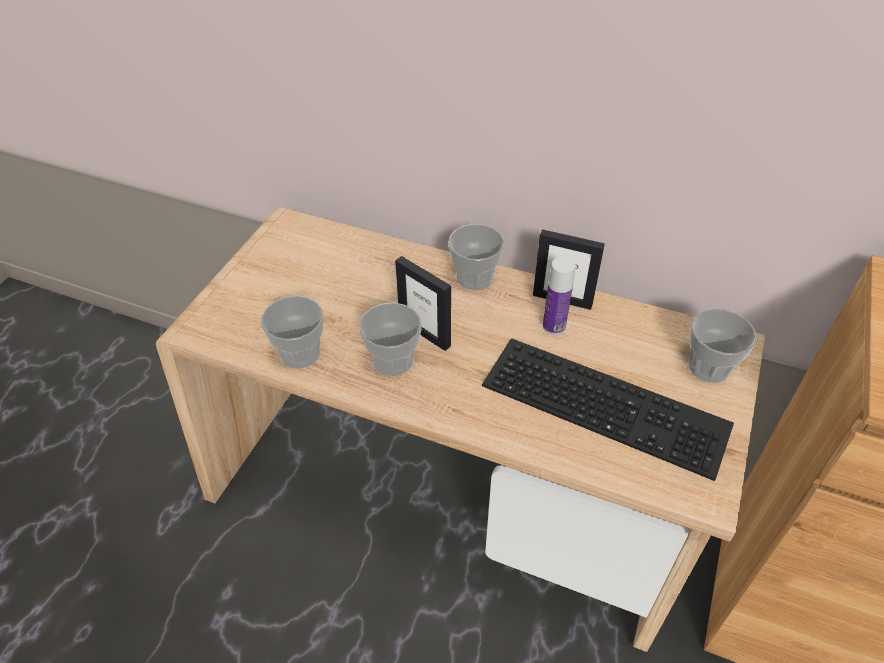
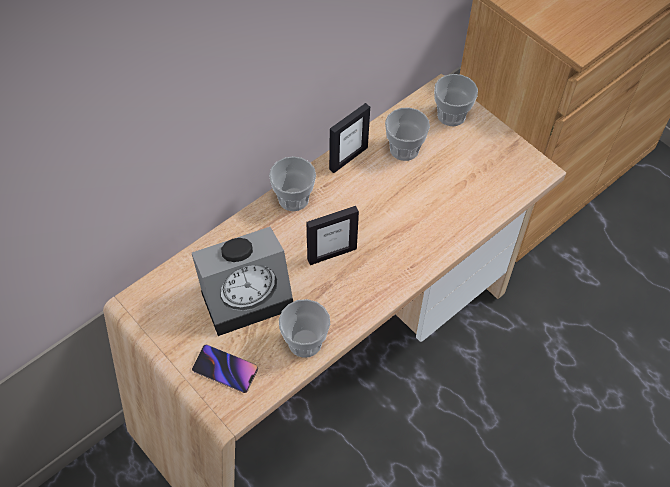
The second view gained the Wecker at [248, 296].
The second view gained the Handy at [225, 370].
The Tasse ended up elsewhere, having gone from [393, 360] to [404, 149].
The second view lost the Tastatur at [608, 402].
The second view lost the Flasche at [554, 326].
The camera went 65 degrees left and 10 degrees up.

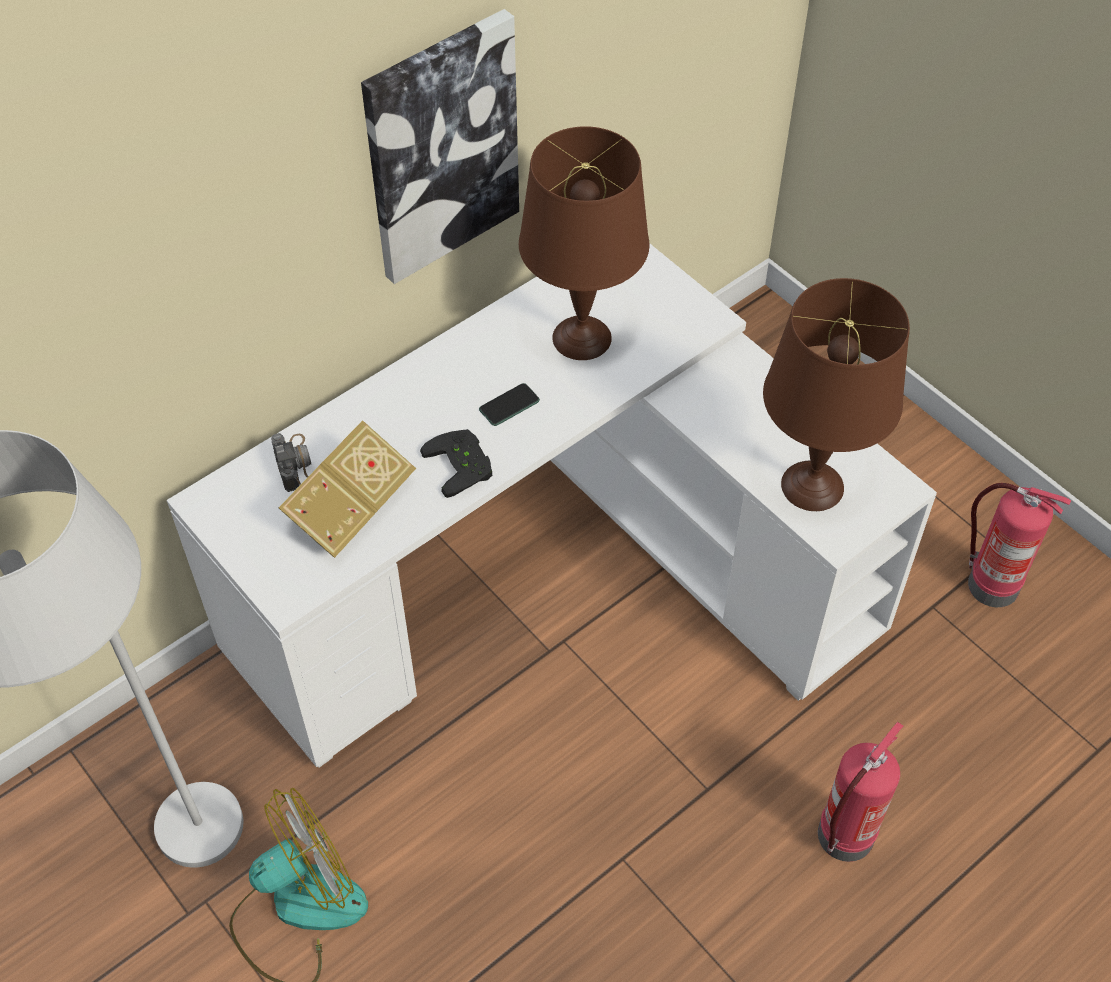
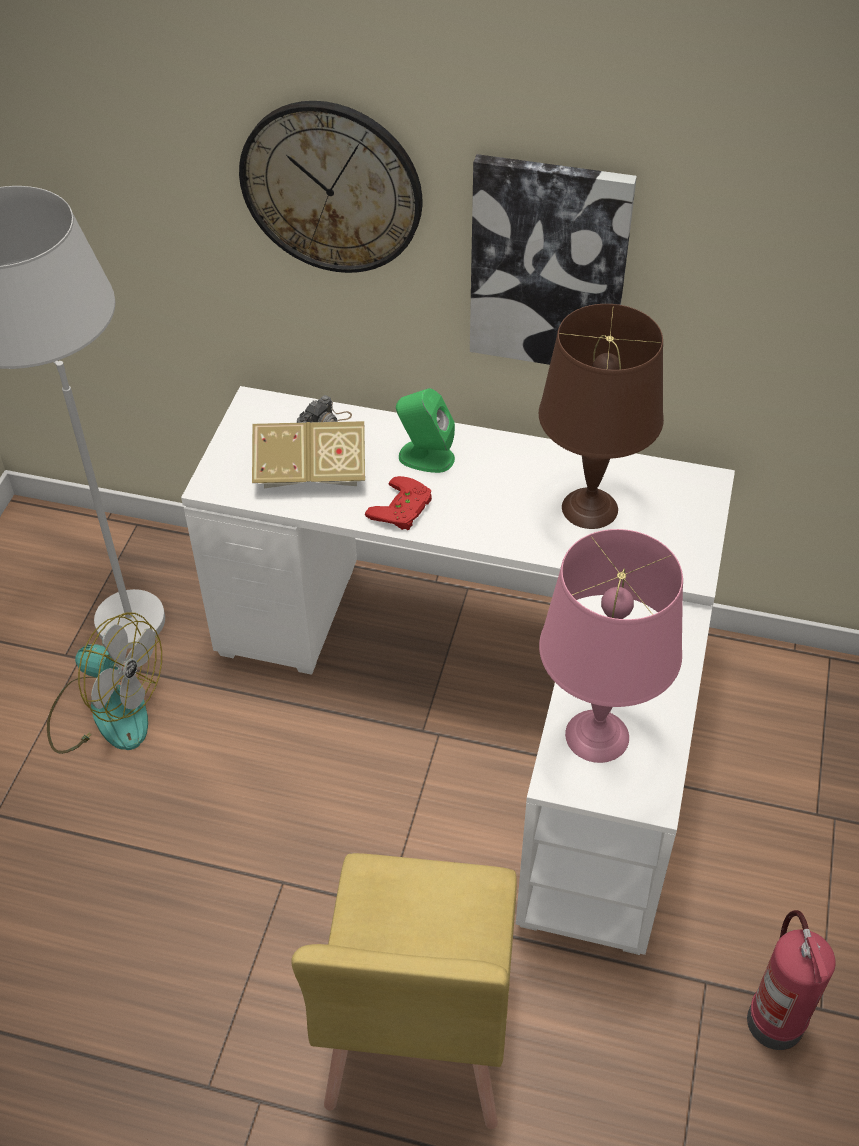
The second view gained the Wanduhr at [331, 187].
Where the Feuerlöscher stood at [844, 838], the Stuhl [gelb] came to stand at [418, 1034].
What was the Gamepad [schwarz] at [463, 465] turned into the Gamepad [rot] at [404, 509].
The second view gained the Lautsprecher [grün] at [425, 457].
What was the Tischlampe [braun] at [813, 486] turned into the Tischlampe [rosa] at [597, 736].
The second view lost the Handy at [509, 405].
The camera went 55 degrees right and 5 degrees down.

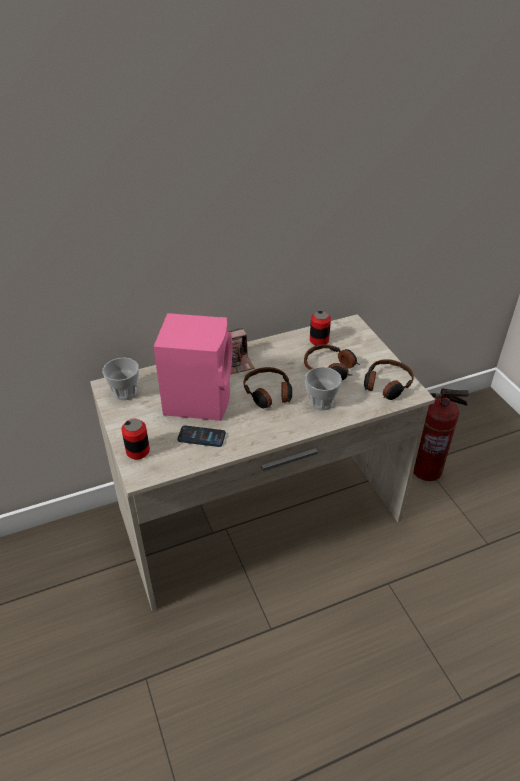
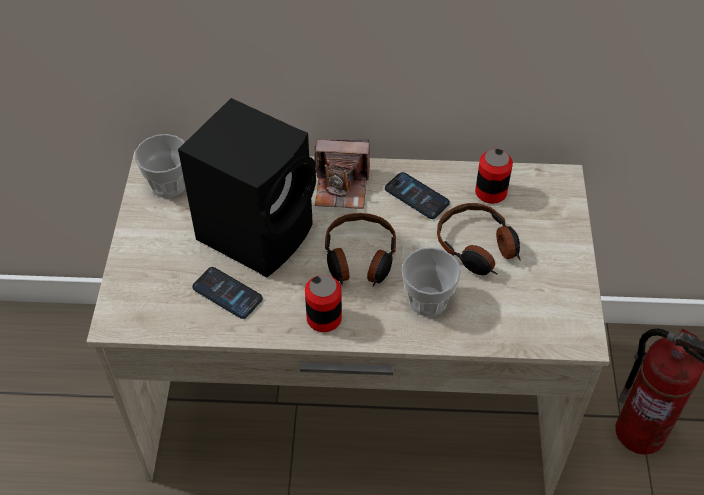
What was the Lautsprecher [rosa] at [199, 399] turned into the Lautsprecher [schwarz] at [258, 231].
The Dose ended up elsewhere, having gone from [138, 451] to [324, 318].
The second view gained the Handy at [416, 196].
The second view lost the Kopfhörer at [386, 385].
The camera went 25 degrees right and 10 degrees up.

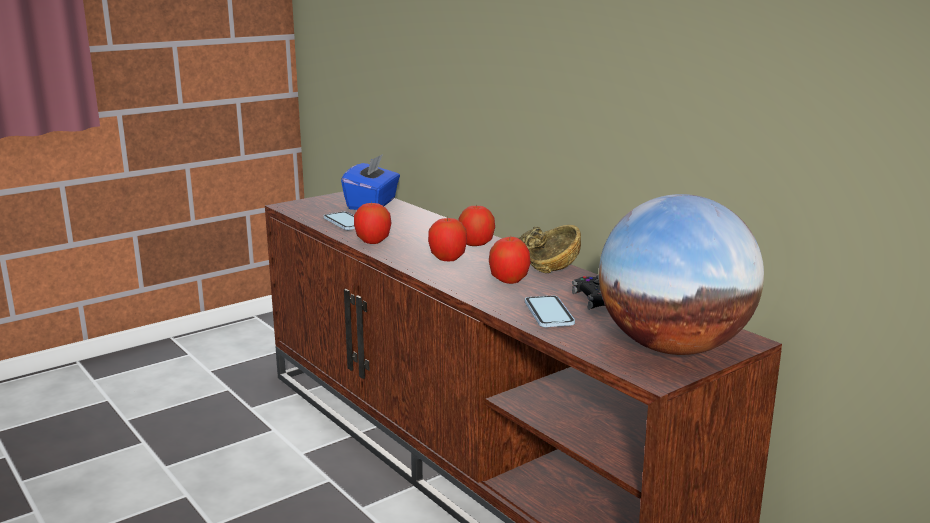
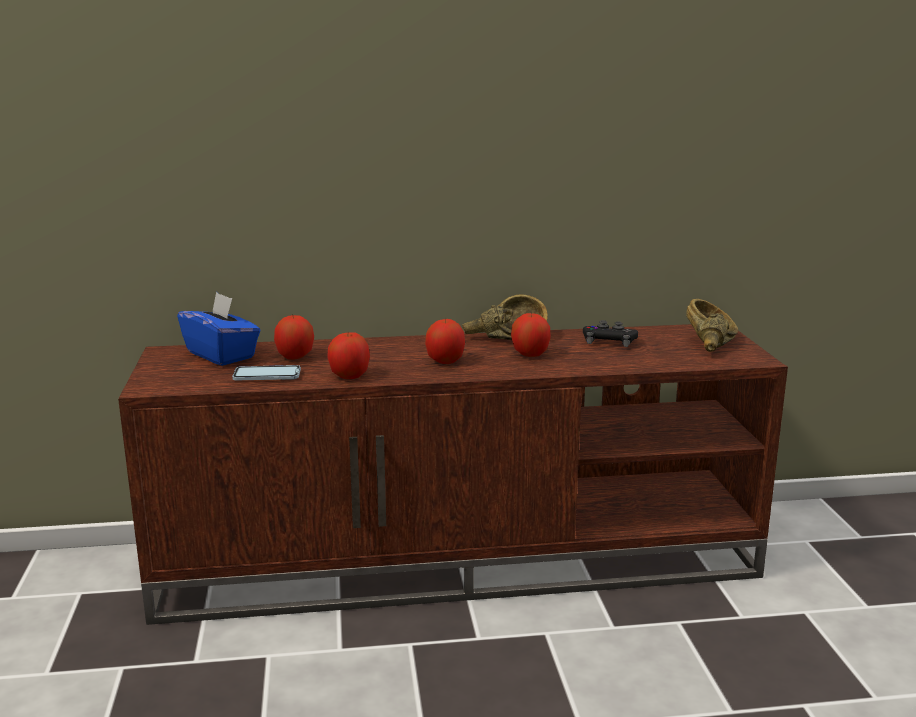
The Apfel ended up elsewhere, having gone from [476, 244] to [295, 356].
Where the Globus stood at [673, 347], the Schüssel [braun] came to stand at [712, 345].
The second view lost the Handy at [549, 314].
The camera went 60 degrees left and 0 degrees up.

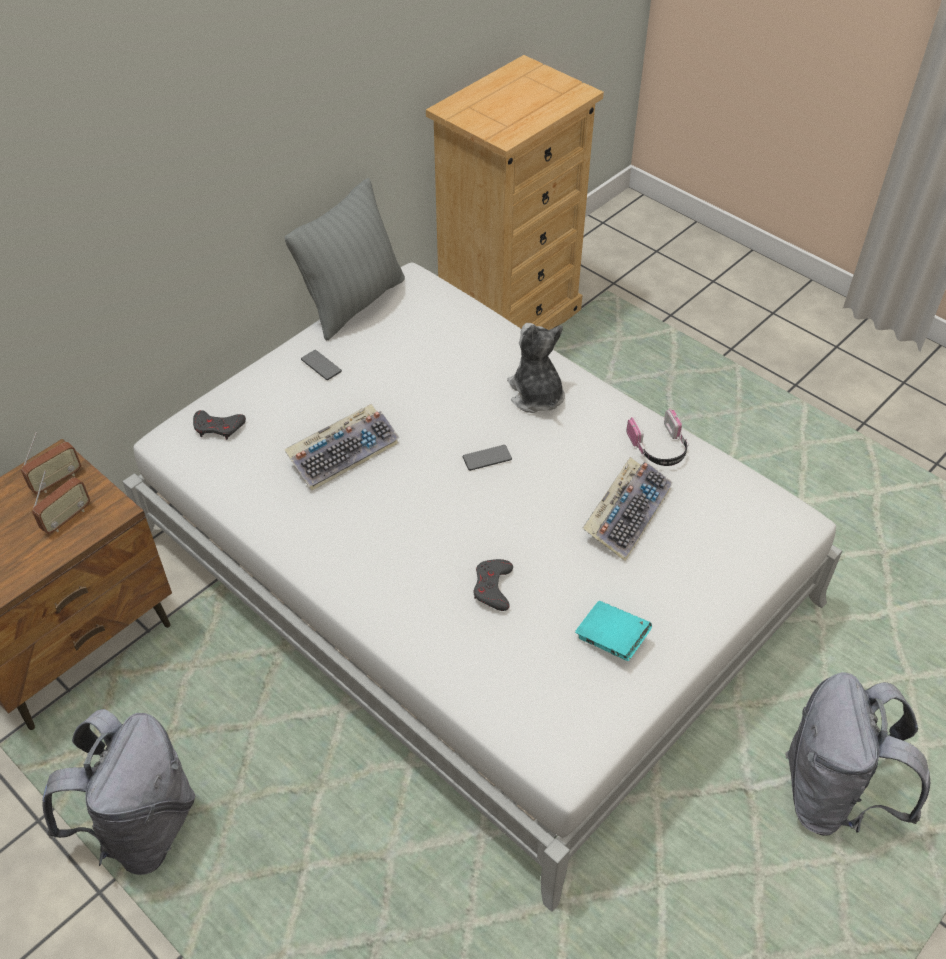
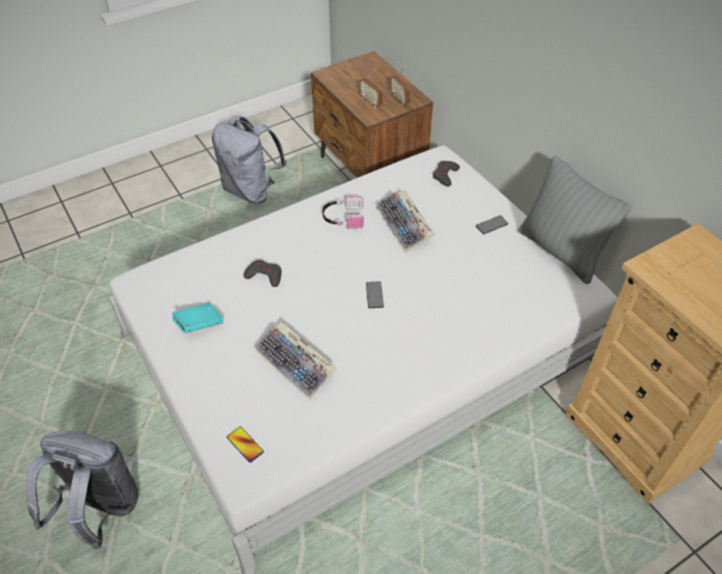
The second view gained the Handy at [245, 444].
The Kopfhörer ended up elsewhere, having gone from [659, 448] to [343, 218].
The second view lost the Plüschtier at [536, 395].
The camera went 105 degrees right and 0 degrees up.

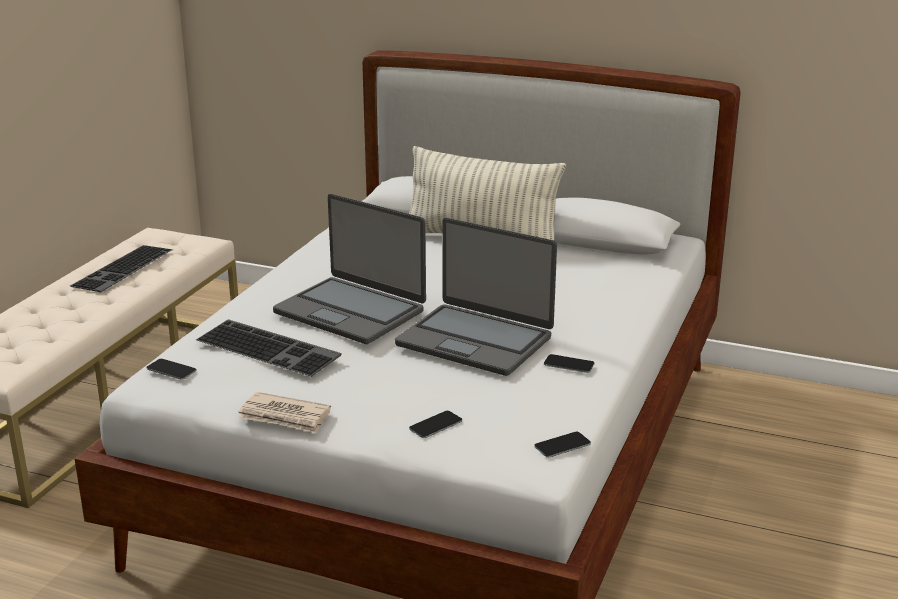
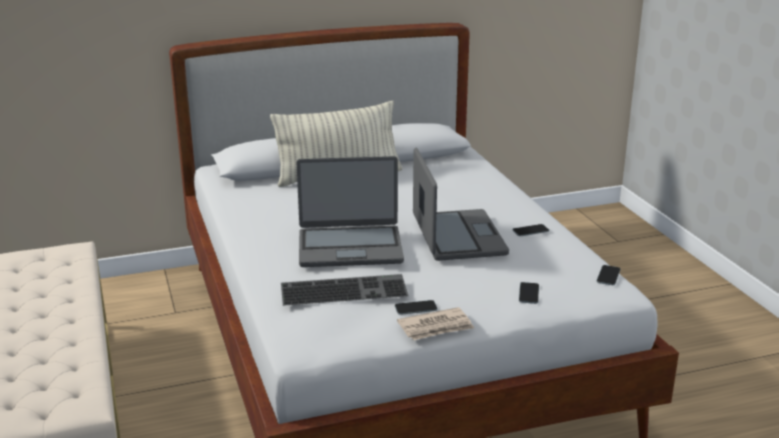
The Handy ended up elsewhere, having gone from [171, 370] to [416, 308].
The Laptop at [475, 340] ended up facing another way, 90 degrees counterclockwise from before.
The second view lost the Tastatur at [124, 269].
The camera went 40 degrees left and 0 degrees up.

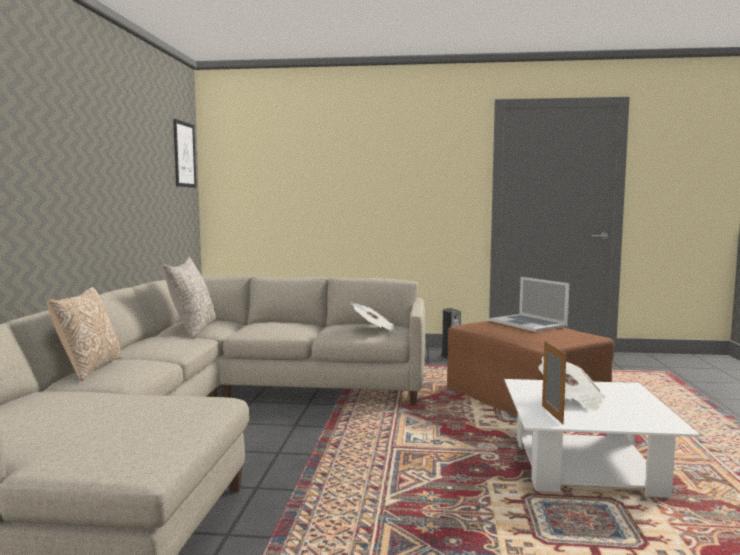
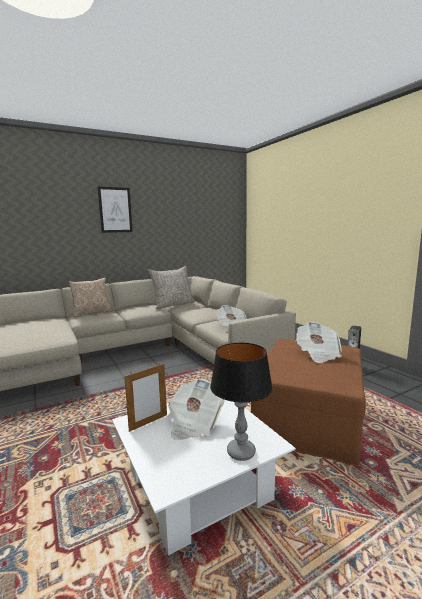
The Bild ended up elsewhere, having gone from [184, 154] to [115, 210].
The second view gained the Tischlampe at [240, 452].
Where the Laptop stood at [528, 323], the Zeitung came to stand at [318, 353].
The camera went 55 degrees right and 5 degrees up.

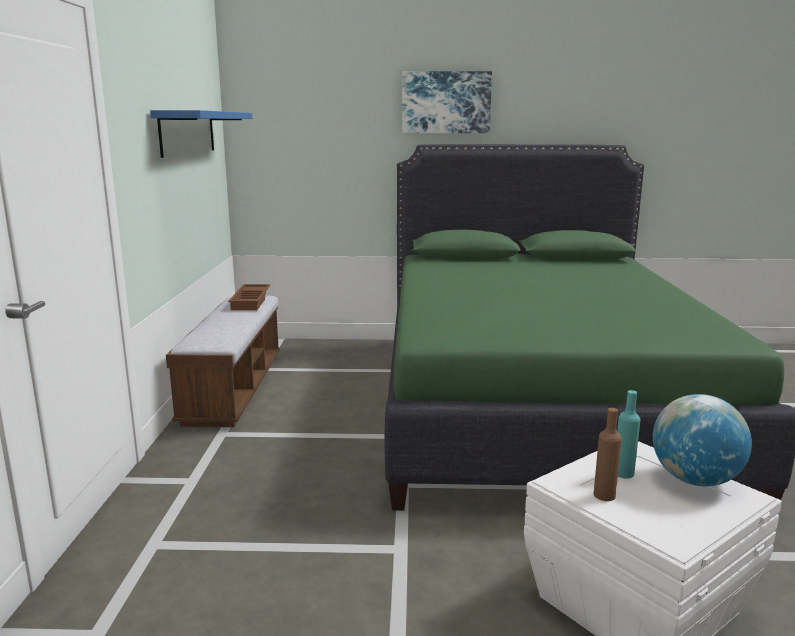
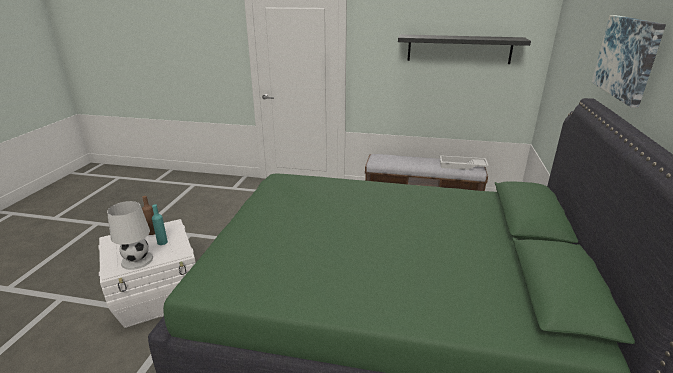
Where the Globus stood at [694, 480], the Tischlampe [weiß] came to stand at [137, 260].
What was the Wandregal [blau] at [188, 132] turned into the Wandregal [schwarz] at [459, 49].
What was the Tablett [braun] at [251, 301] turned into the Tablett [weiß] at [462, 166].
The camera went 100 degrees right and 10 degrees up.

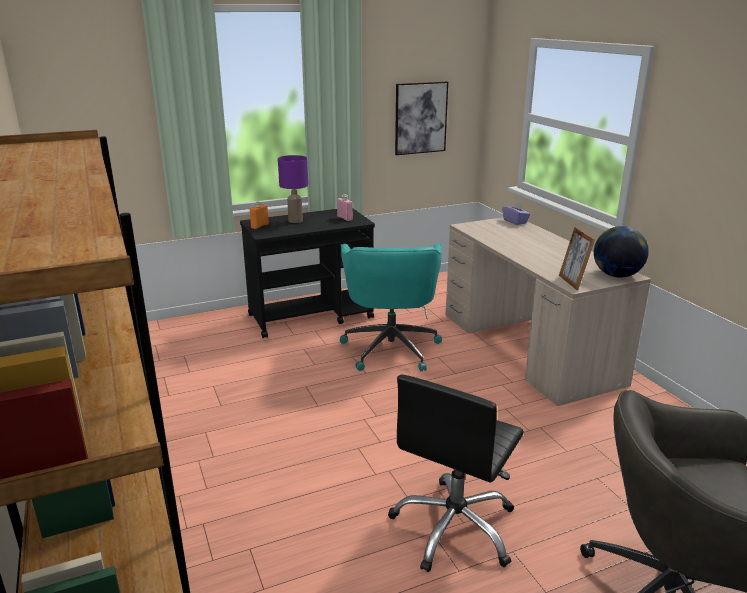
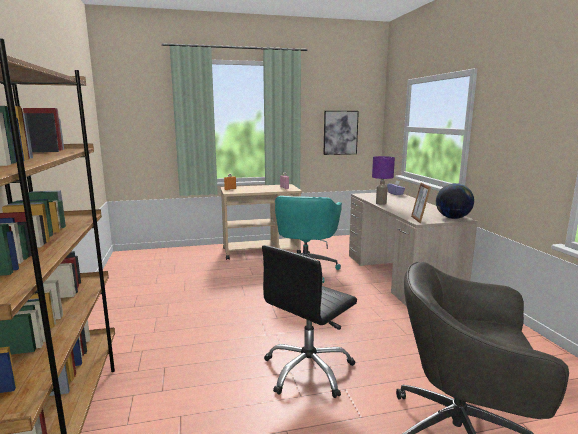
What was the Rollwagen [schwarz] at [311, 316] turned into the Rollwagen [beige] at [261, 251].
The Tischlampe [lila] ended up elsewhere, having gone from [295, 221] to [381, 203].
The camera went 10 degrees right and 10 degrees down.

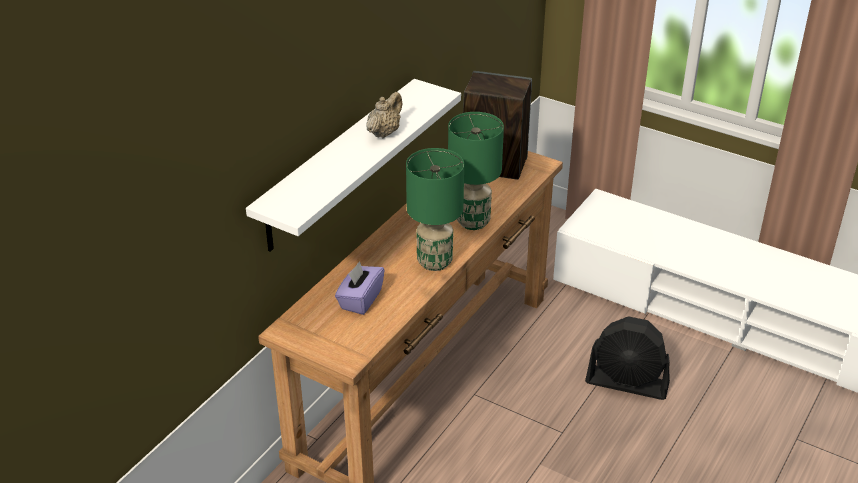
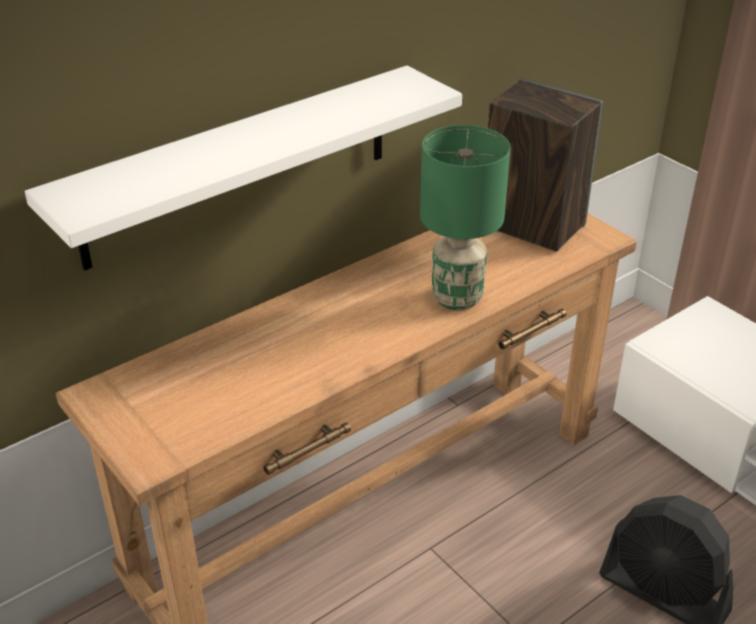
The second view lost the Taschentuchbox [lila] at [360, 300].
The second view lost the Teekanne [beige] at [384, 132].
The second view lost the Tischlampe [grün] at [434, 262].
The camera went 20 degrees right and 0 degrees up.

